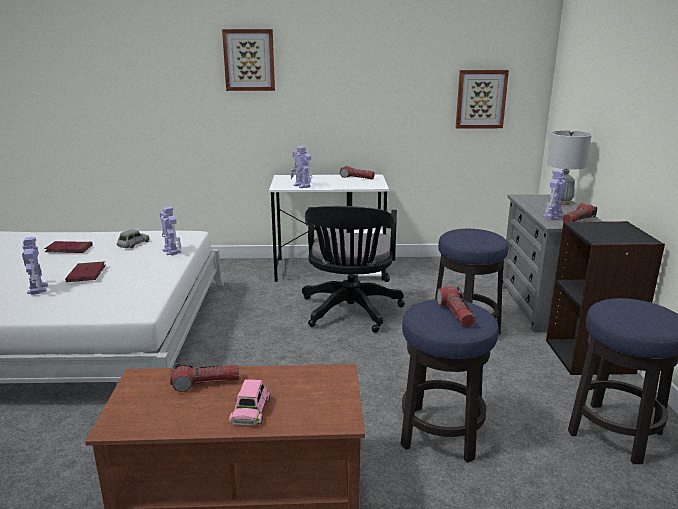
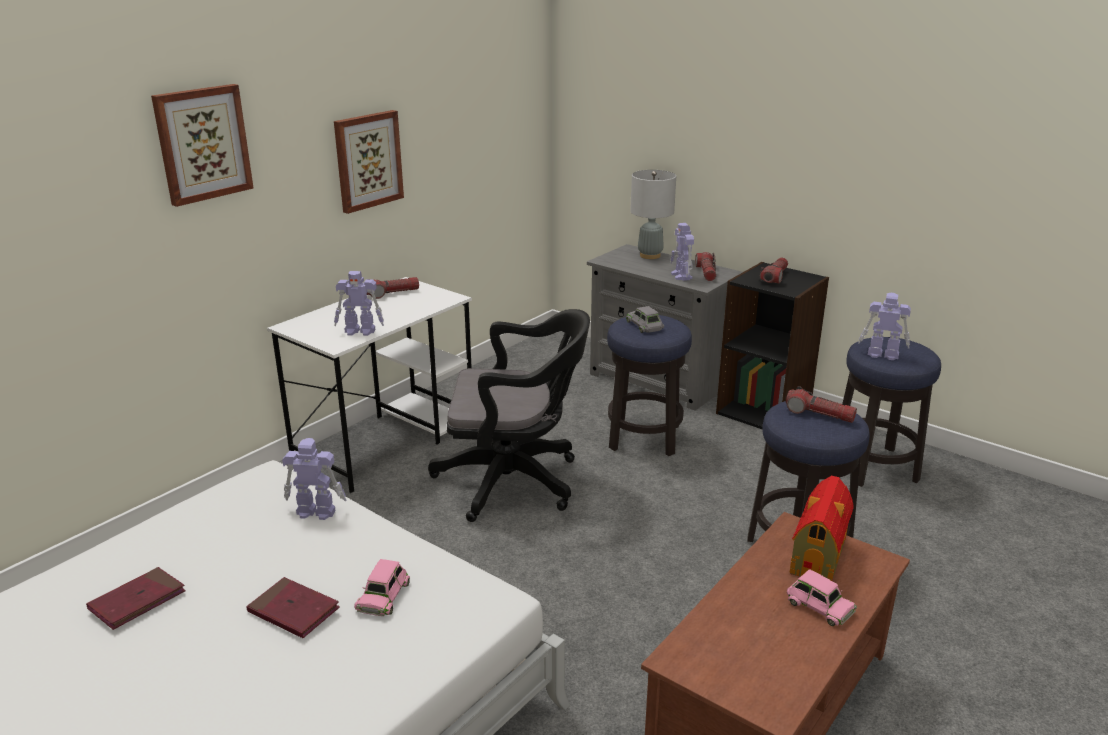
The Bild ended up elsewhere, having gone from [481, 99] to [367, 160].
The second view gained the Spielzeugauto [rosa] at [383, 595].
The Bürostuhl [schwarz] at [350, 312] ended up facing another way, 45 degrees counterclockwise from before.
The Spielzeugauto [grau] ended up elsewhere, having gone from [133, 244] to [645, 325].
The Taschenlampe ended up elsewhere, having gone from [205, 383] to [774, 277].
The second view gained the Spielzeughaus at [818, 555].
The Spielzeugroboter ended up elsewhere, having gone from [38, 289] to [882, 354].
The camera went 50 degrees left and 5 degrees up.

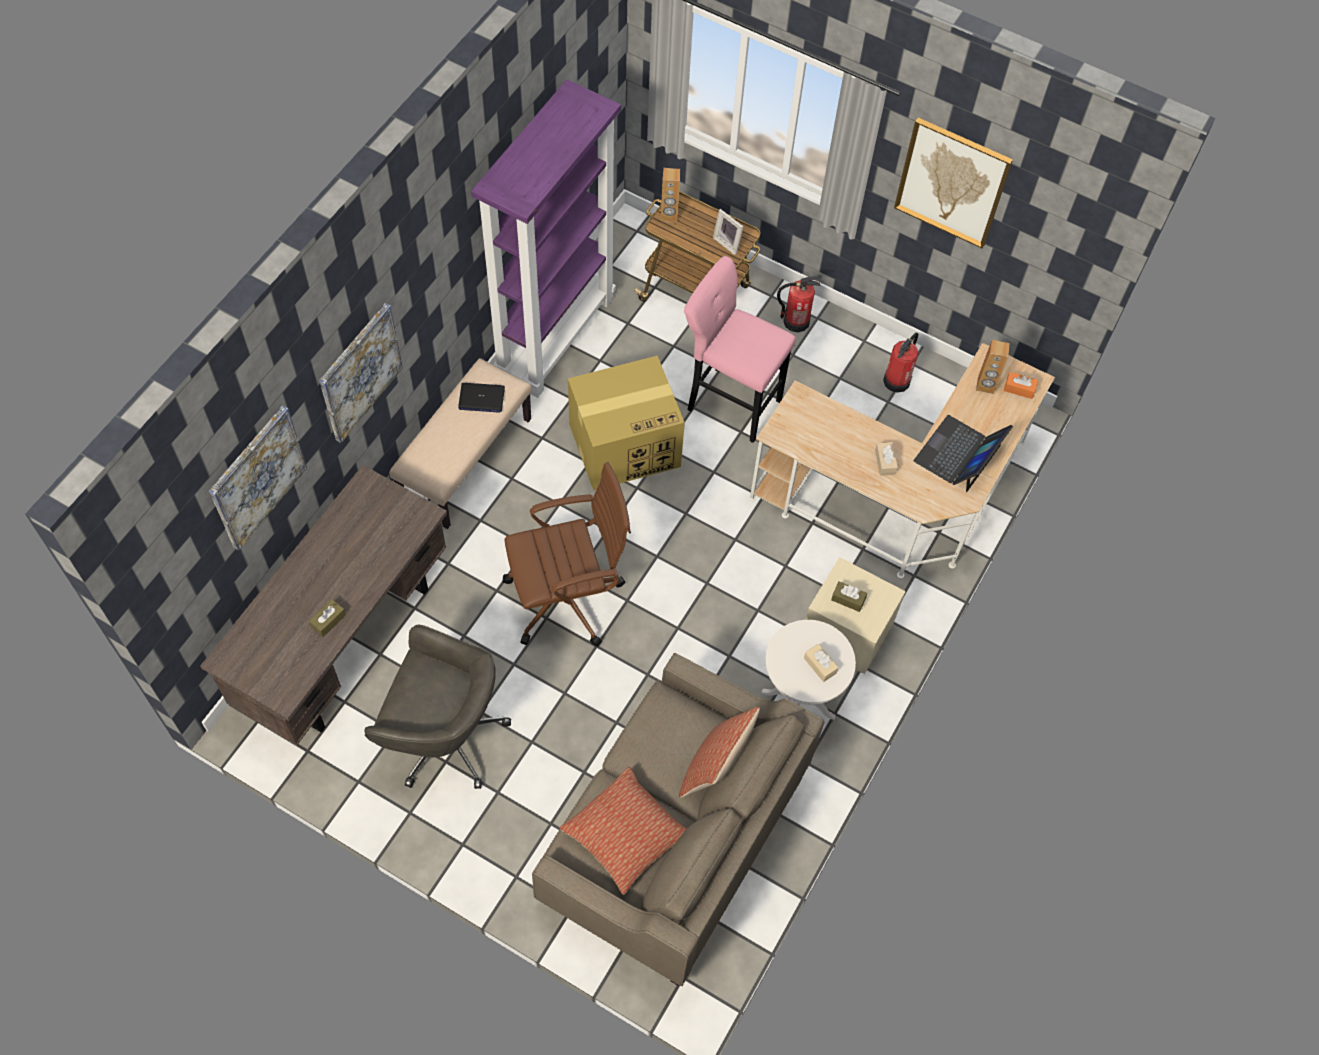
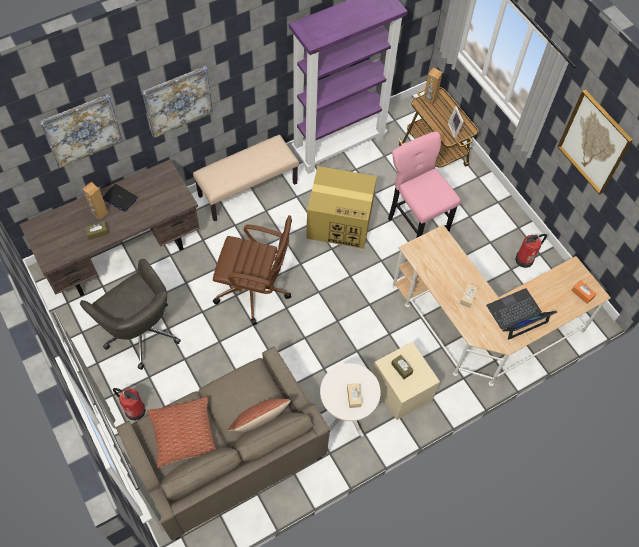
The Lautsprecher [braun] ended up elsewhere, having gone from [985, 386] to [99, 213].
The Laptop ended up elsewhere, having gone from [481, 398] to [120, 198].
The Feuerlöscher ended up elsewhere, having gone from [795, 321] to [135, 410].
The camera went 30 degrees right and 0 degrees up.

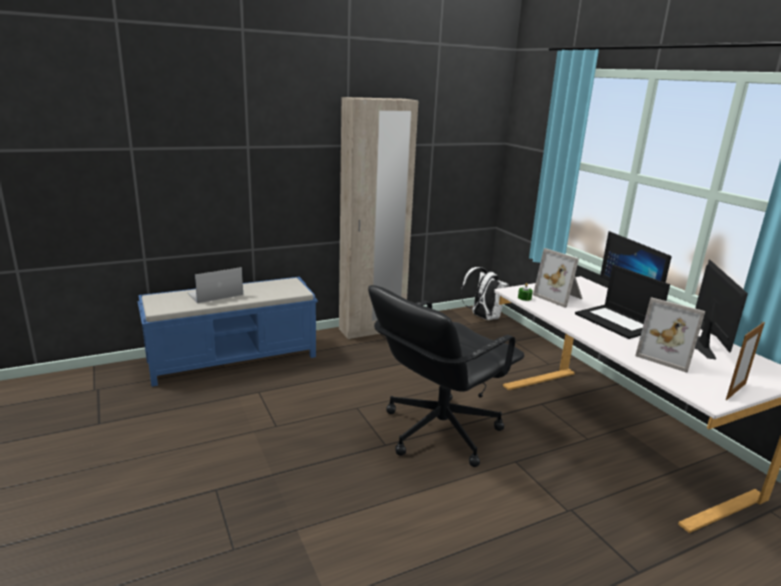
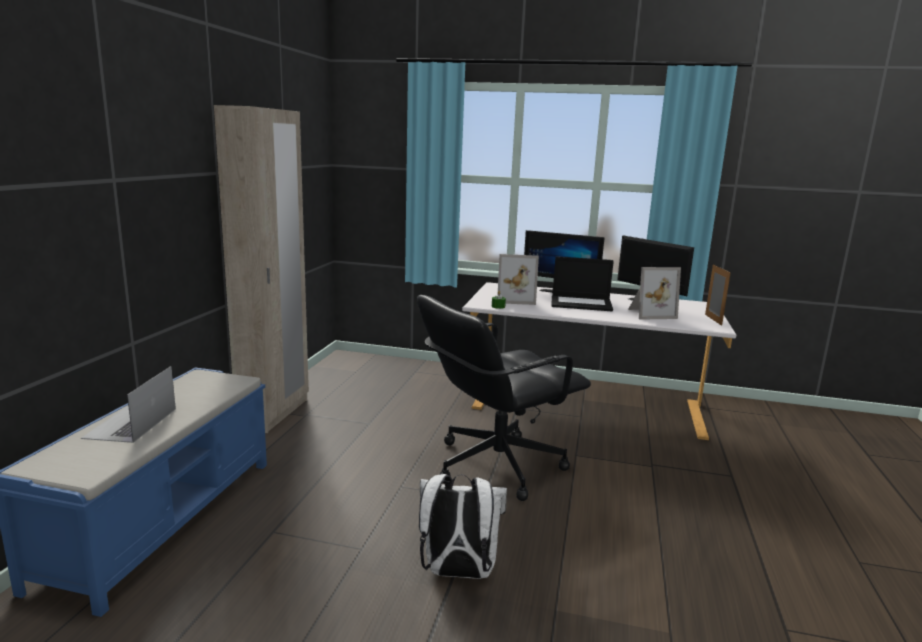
The Bürostuhl [schwarz] at [439, 431] ended up facing another way, 60 degrees clockwise from before.
The Rucksack [weiß] ended up elsewhere, having gone from [483, 317] to [457, 573].
The camera went 50 degrees left and 5 degrees down.

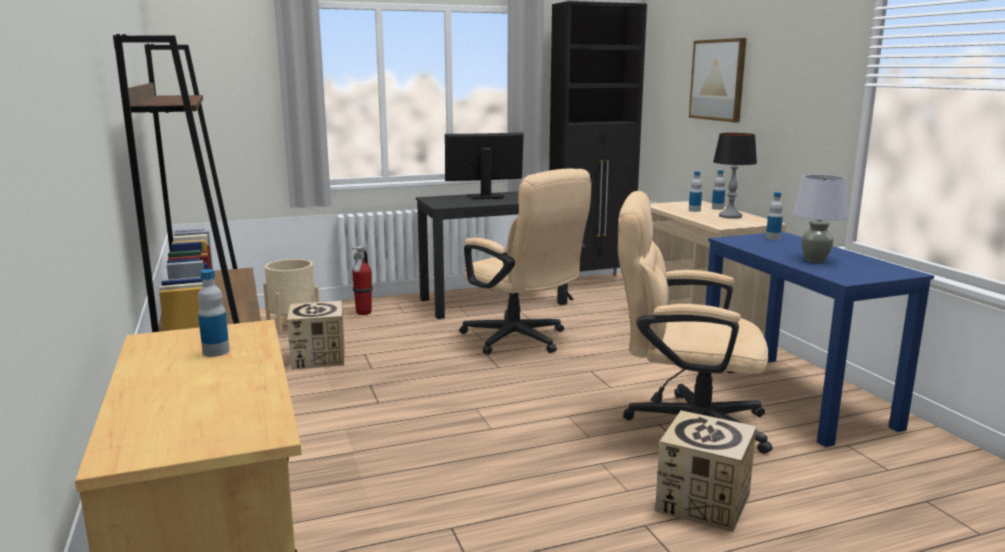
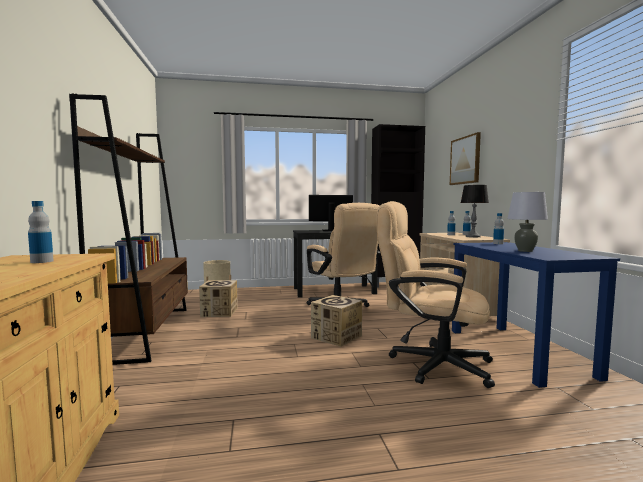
The Karton ended up elsewhere, having gone from [703, 502] to [336, 337].
The second view lost the Feuerlöscher at [363, 313].
The camera went 10 degrees right and 10 degrees down.

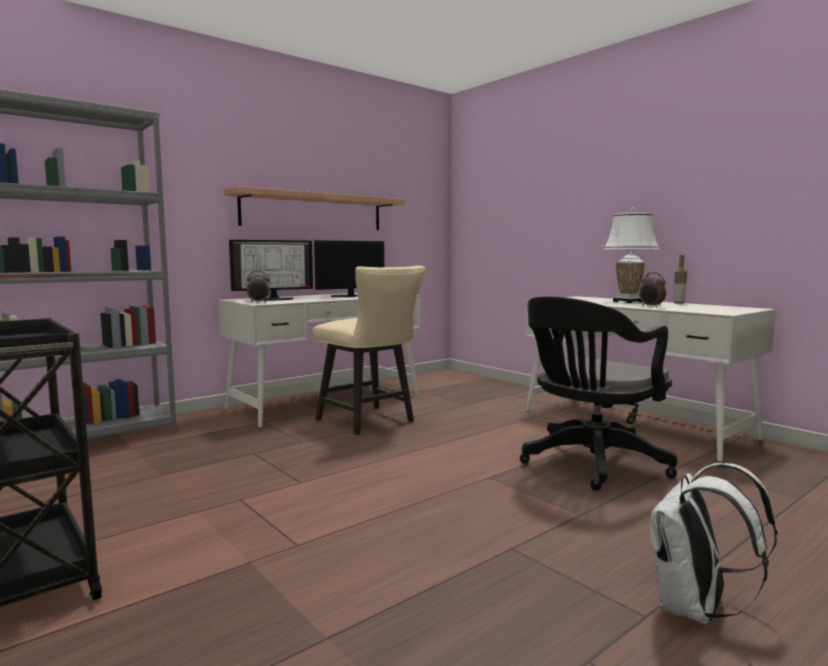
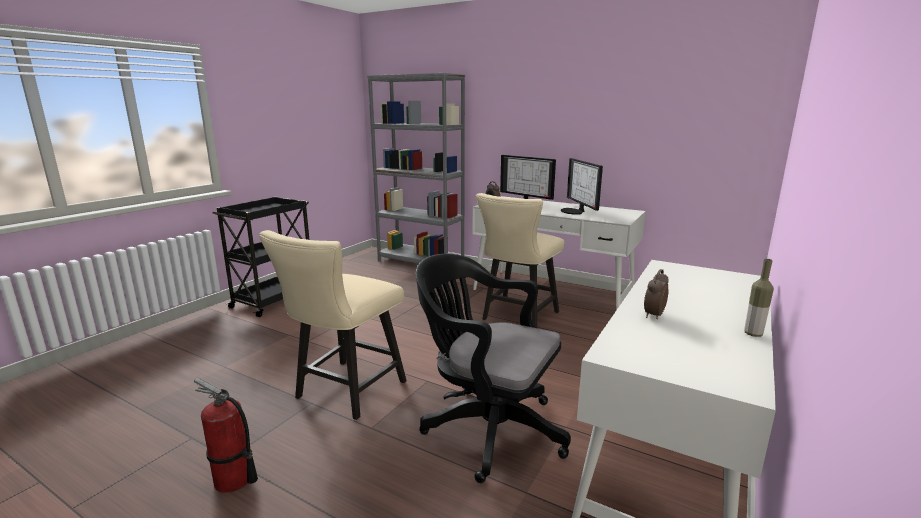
Where the Rucksack [weiß] stood at [695, 609], the Feuerlöscher came to stand at [233, 480].
The second view gained the Stuhl [beige] at [345, 393].
The Monitor at [346, 296] ended up facing another way, 135 degrees counterclockwise from before.
The second view lost the Wandregal at [314, 212].
The second view lost the Tischlampe [weiß] at [628, 301].
The camera went 70 degrees right and 10 degrees up.

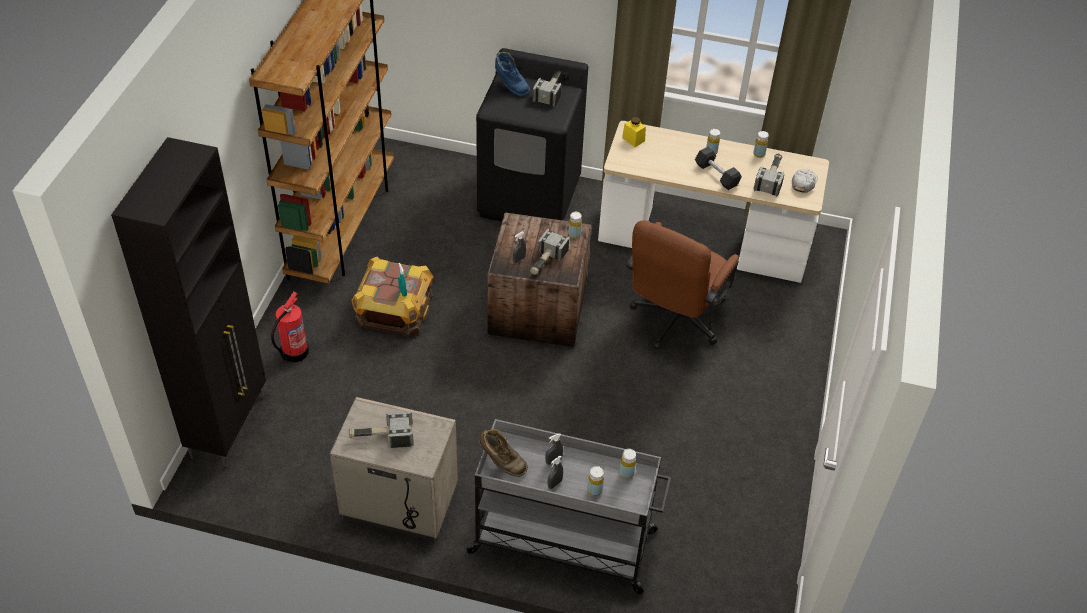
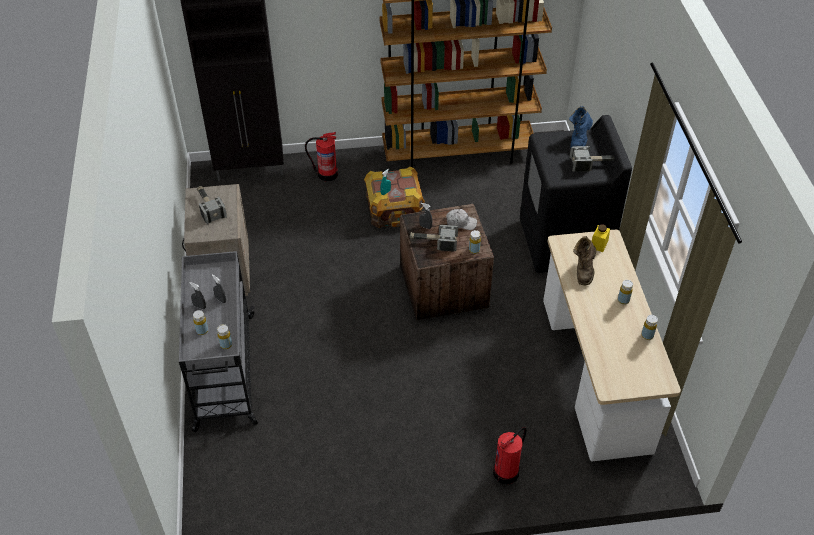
The Kappe [weiß] ended up elsewhere, having gone from [803, 183] to [460, 223].
The second view gained the Feuerlöscher at [506, 472].
The Stiefel [braun] ended up elsewhere, having gone from [501, 462] to [584, 270].
The second view lost the Bürostuhl [braun] at [673, 322].
The second view lost the Hantel [schwarz] at [716, 175].
The second view lost the Hammer at [771, 178].
The camera went 70 degrees right and 0 degrees up.

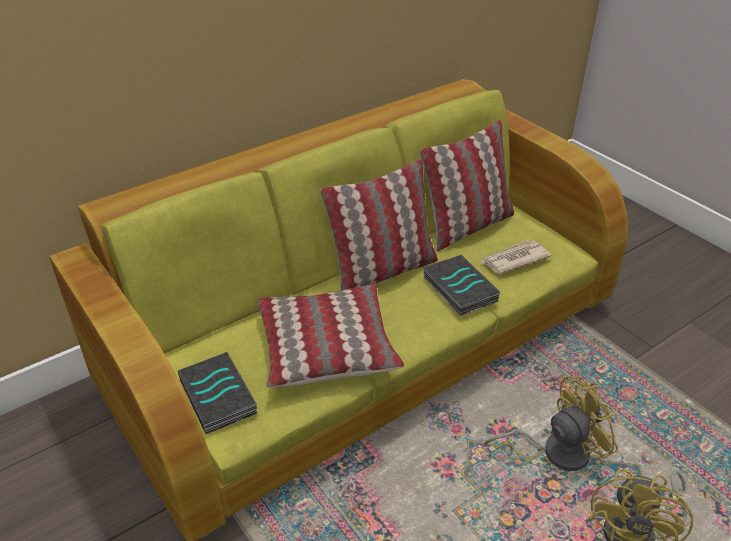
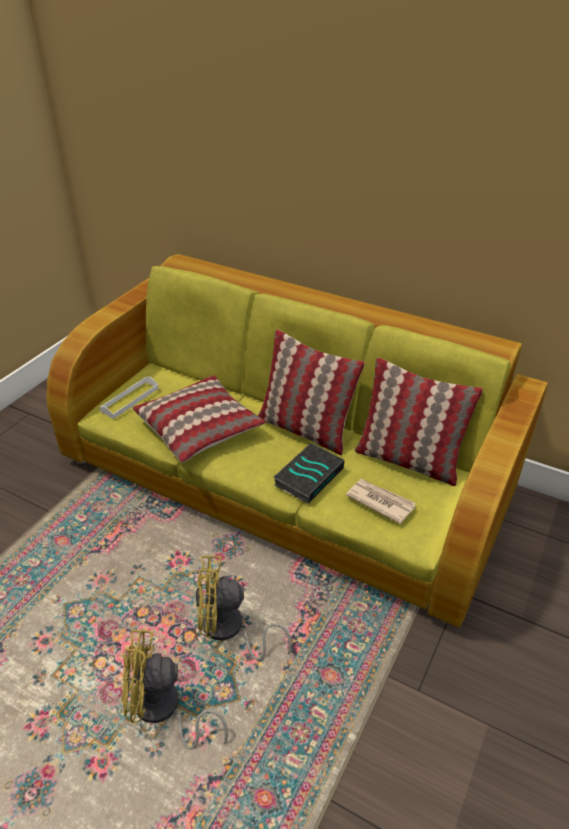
Where the Buch stood at [220, 397], the Tablett [weiß] came to stand at [130, 399].
The Ventilator [gelb] at [555, 450] ended up facing another way, 135 degrees clockwise from before.
The camera went 65 degrees right and 0 degrees up.

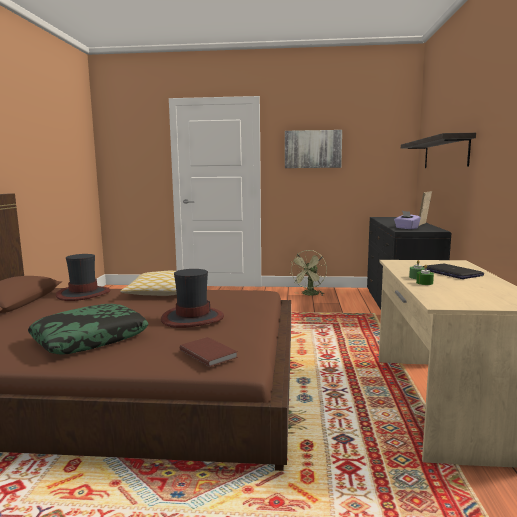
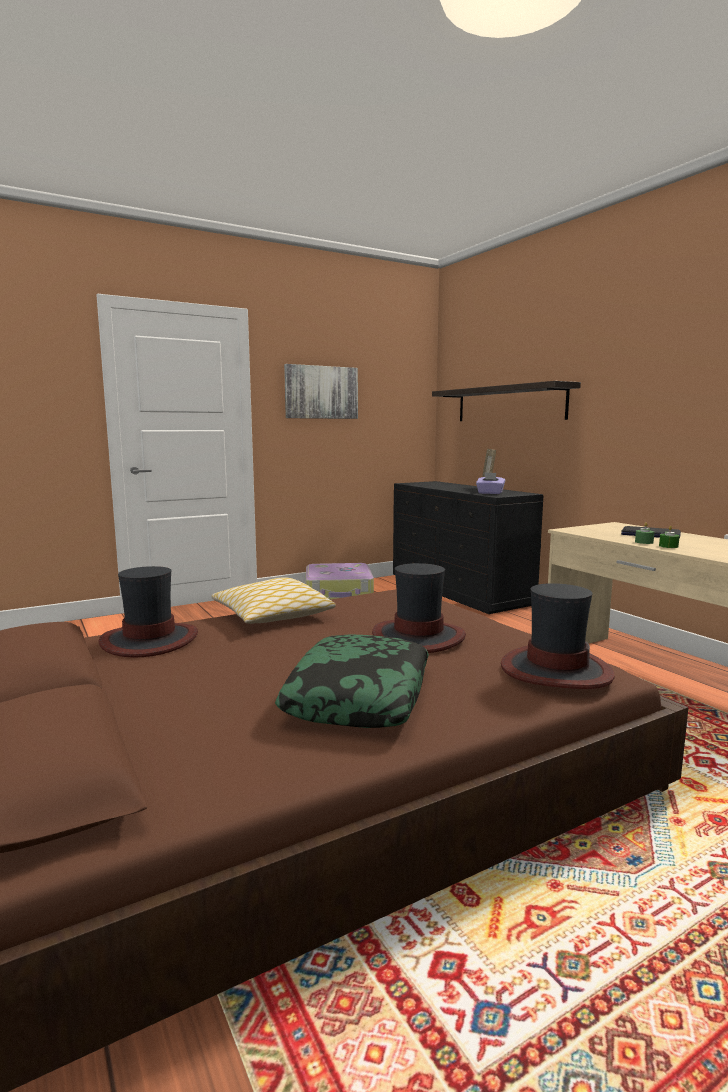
Where the Ventilator [grün] stood at [309, 294], the Koffer came to stand at [339, 594].
Where the Buch [braun] stood at [209, 353], the Hut came to stand at [555, 670].
The camera went 35 degrees left and 0 degrees up.

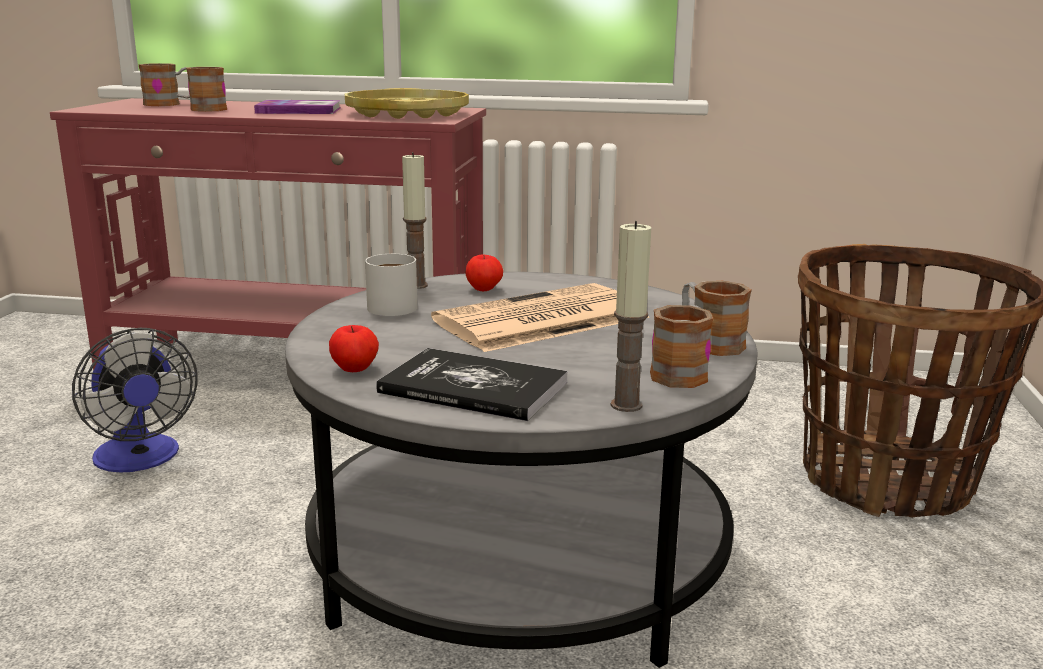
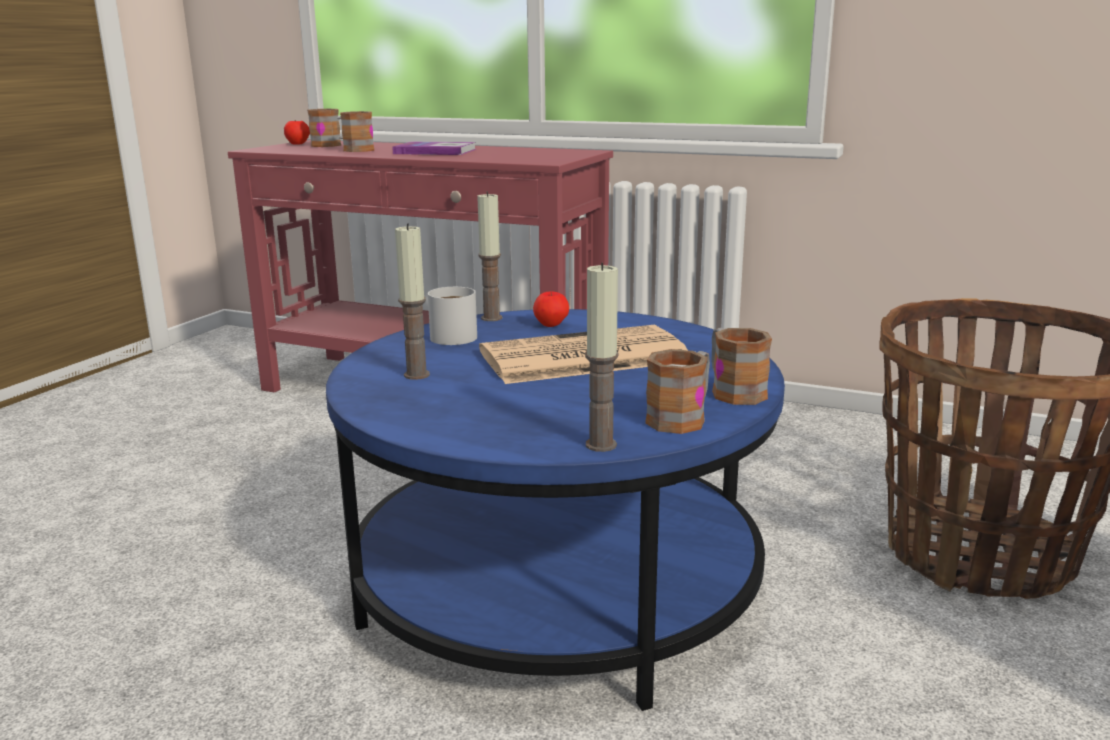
The Apfel ended up elsewhere, having gone from [355, 369] to [298, 144].
What was the Couchtisch [grau] at [519, 553] turned into the Couchtisch [blau] at [557, 582].
The second view gained the Kerze at [416, 375].
The second view lost the Ventilator at [140, 459].
The second view lost the Tablett [gelb] at [407, 113].
The second view lost the Buch at [473, 387].
The camera went 15 degrees right and 0 degrees up.

